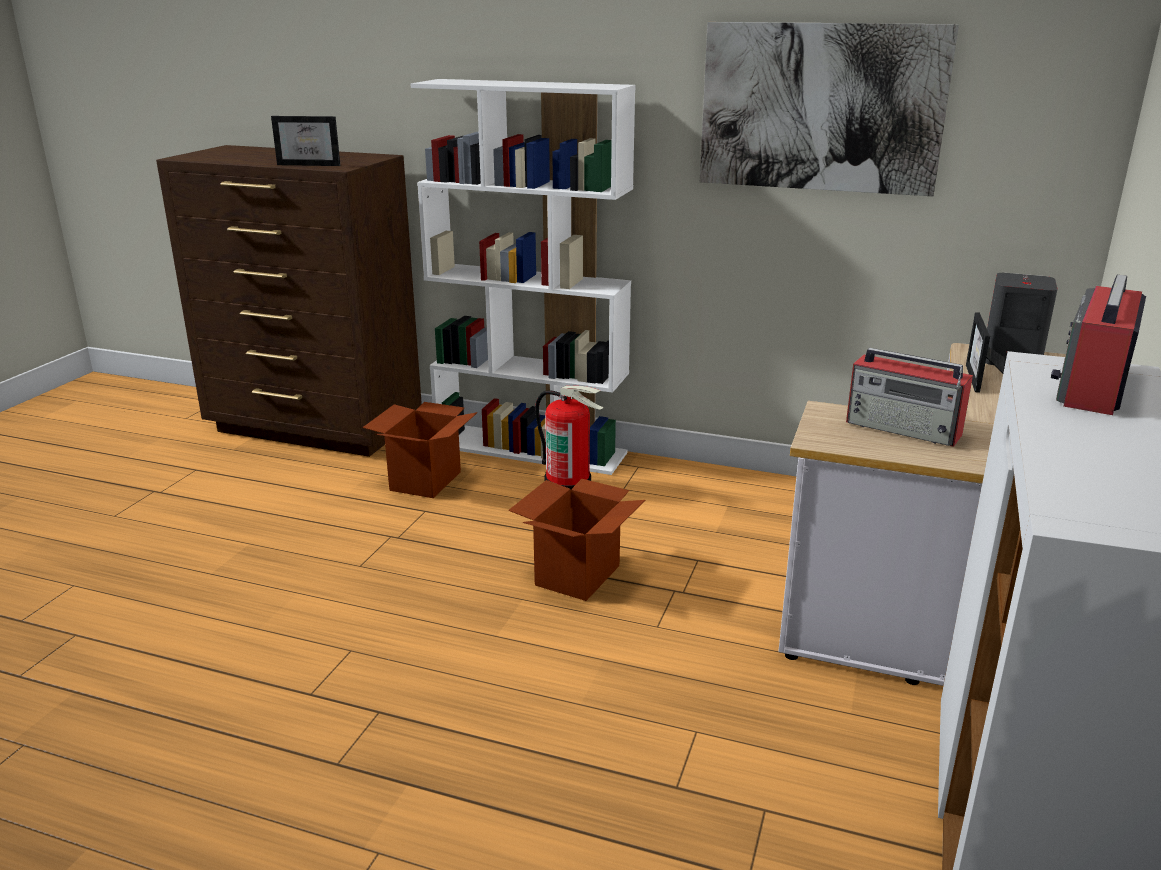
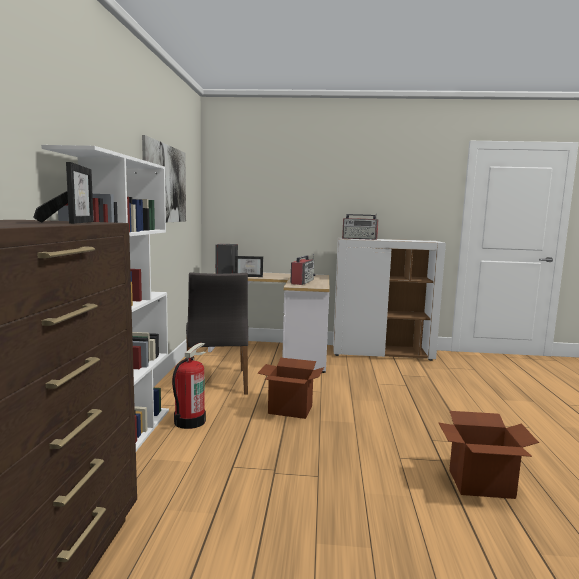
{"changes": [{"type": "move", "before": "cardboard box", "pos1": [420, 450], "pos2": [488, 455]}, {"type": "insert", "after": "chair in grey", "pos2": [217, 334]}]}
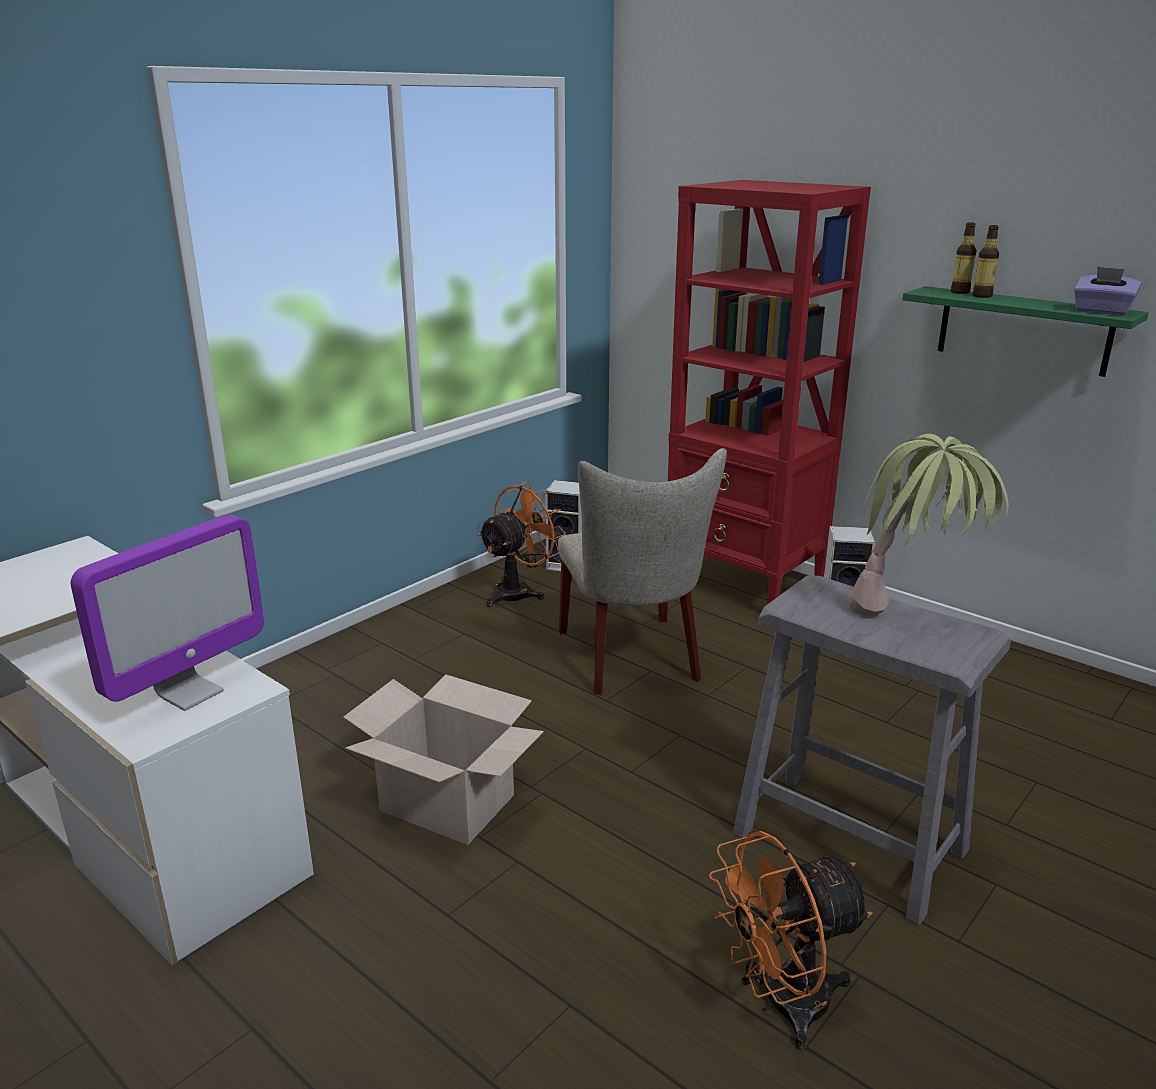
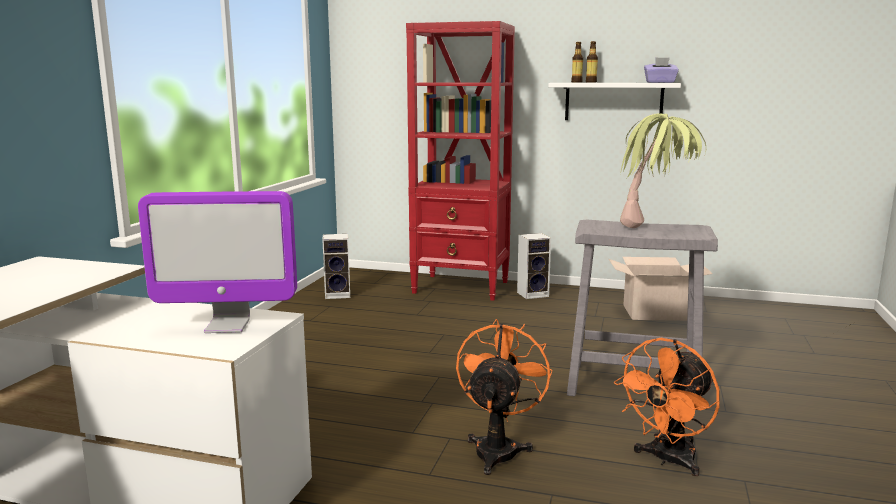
{"changes": [{"type": "rotate", "before": "monitor", "pos1": [167, 612], "pos2": [217, 262], "turn": 75}, {"type": "move", "before": "cardboard box", "pos1": [443, 759], "pos2": [661, 289]}, {"type": "move", "before": "fan in orange", "pos1": [522, 544], "pos2": [504, 397]}, {"type": "delete", "before": "chair in beige", "pos1": [642, 571]}, {"type": "recolor", "before": "shelf in green", "after": "shelf in white", "pos1": [1025, 331], "pos2": [614, 101]}]}
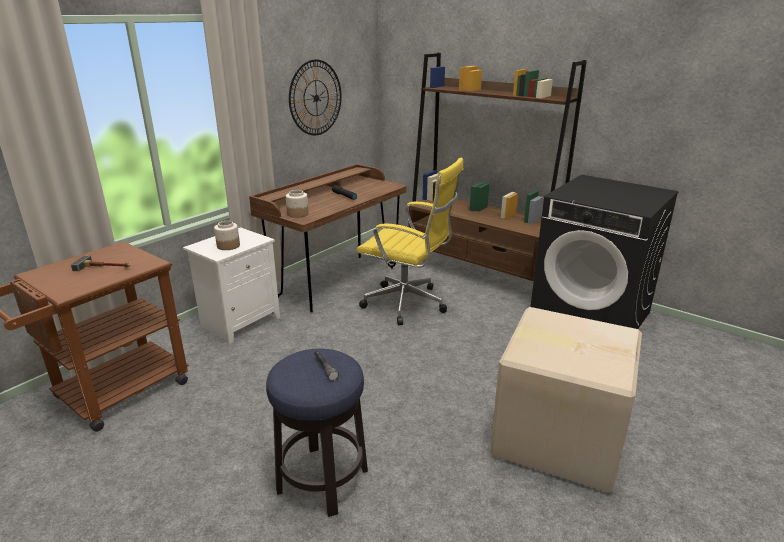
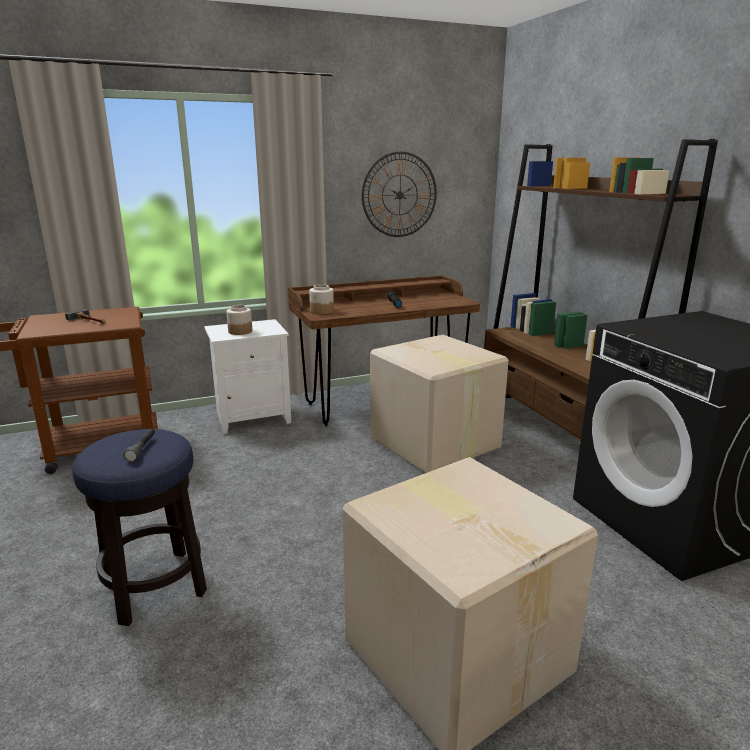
{"changes": [{"type": "replace", "before": "office chair in yellow", "after": "cardboard box", "pos1": [410, 242], "pos2": [439, 403]}]}
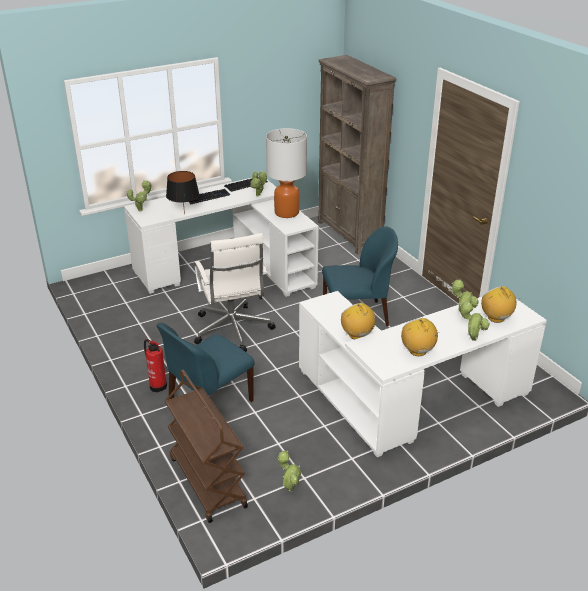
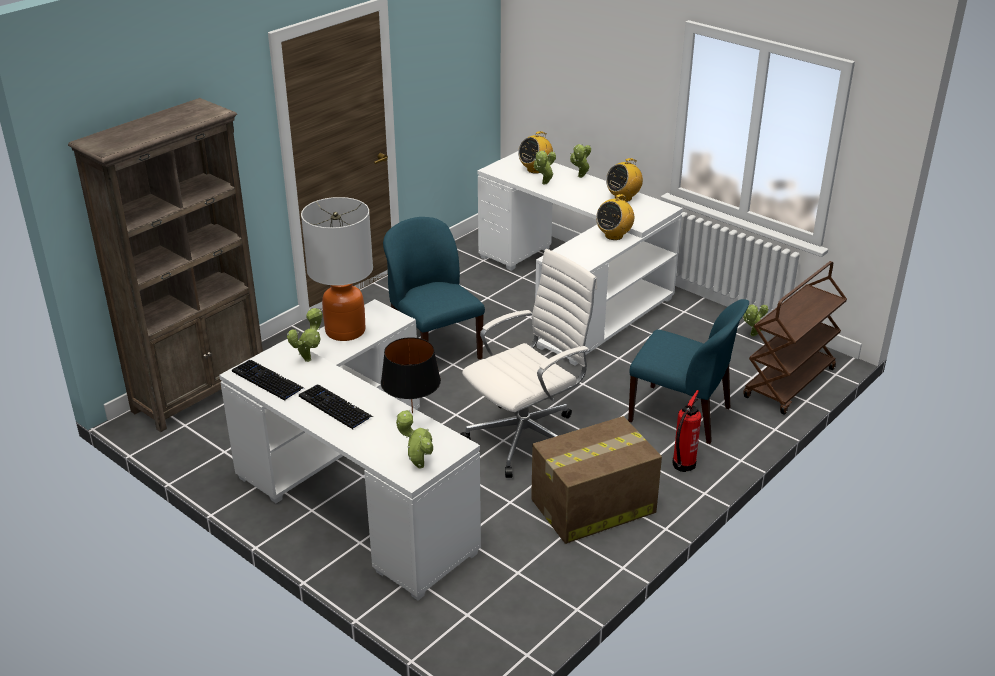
{"changes": [{"type": "insert", "after": "cardboard box", "pos2": [596, 480]}]}
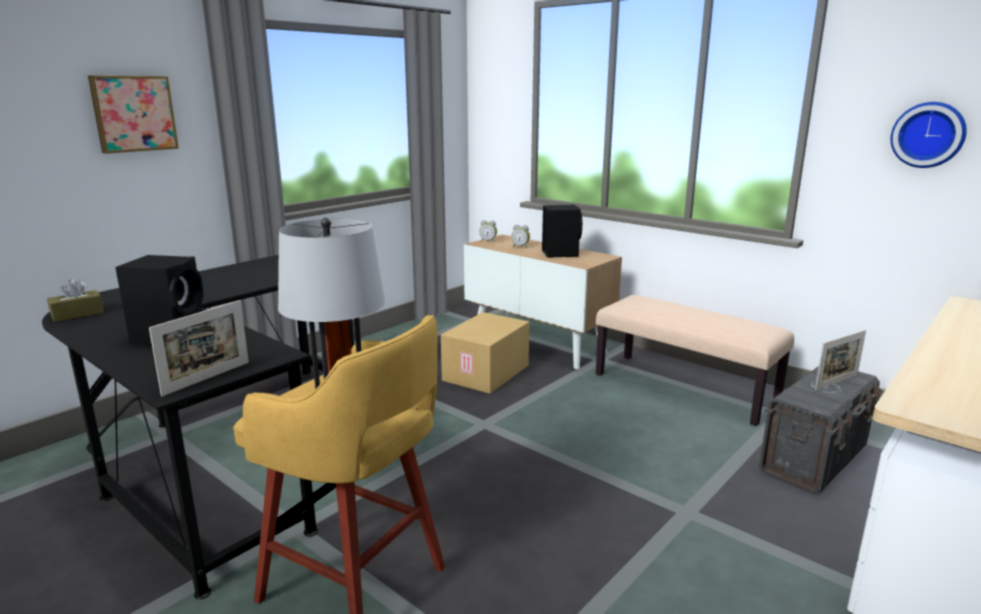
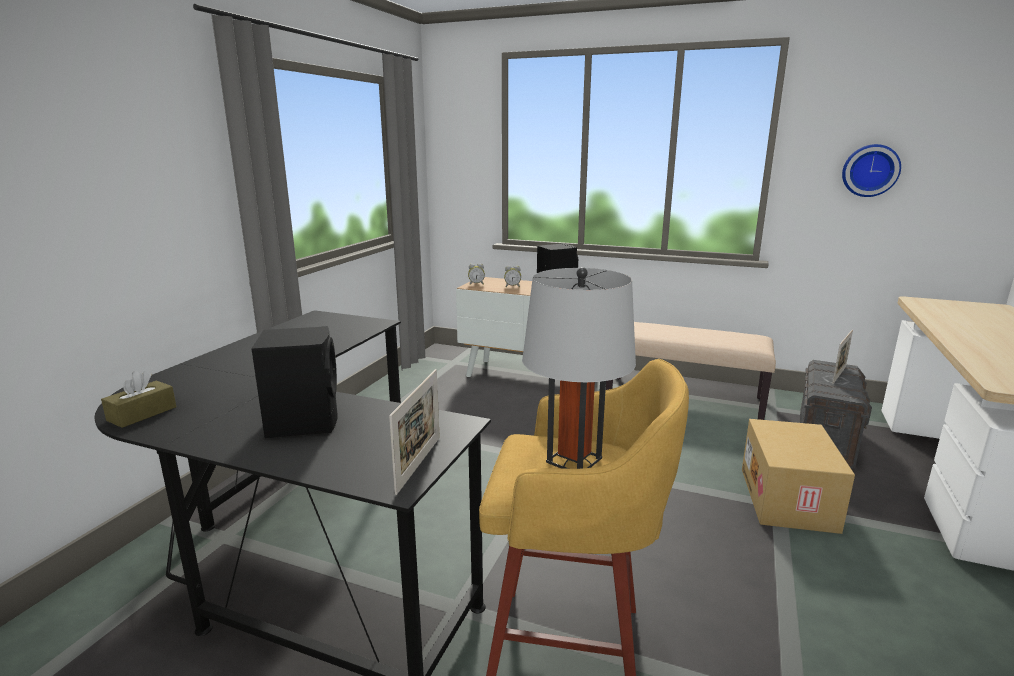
{"changes": [{"type": "delete", "before": "picture", "pos1": [133, 115]}, {"type": "move", "before": "cardboard box", "pos1": [485, 353], "pos2": [798, 476]}]}
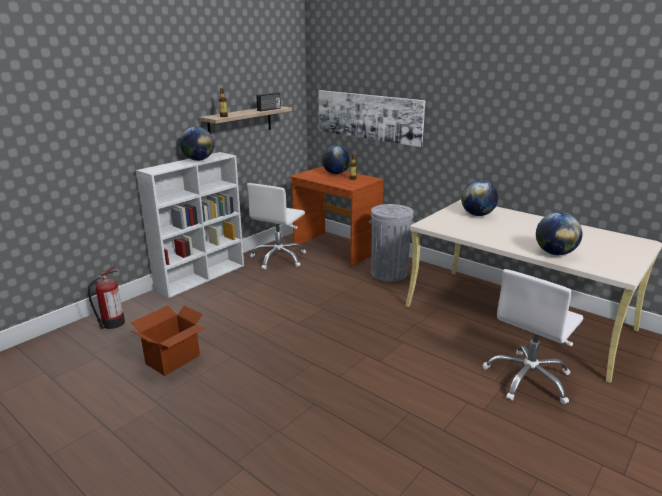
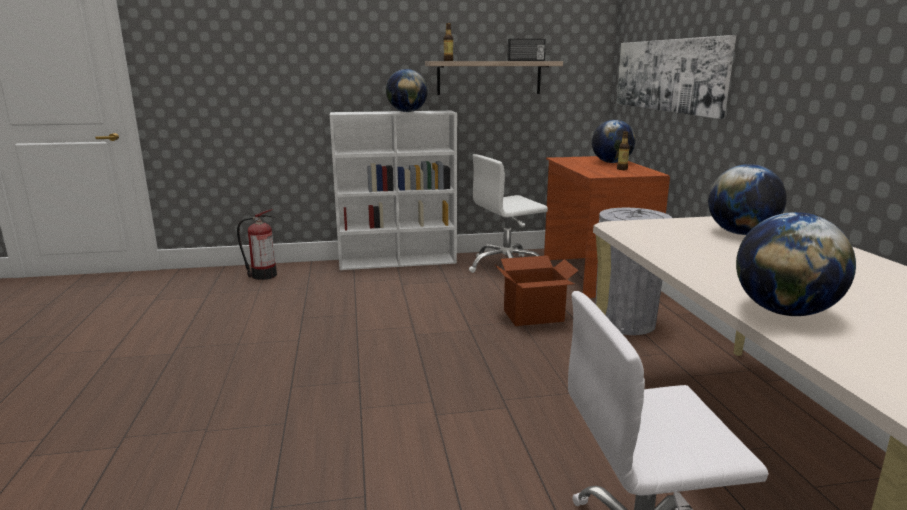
{"changes": [{"type": "move", "before": "cardboard box", "pos1": [168, 340], "pos2": [536, 291]}]}
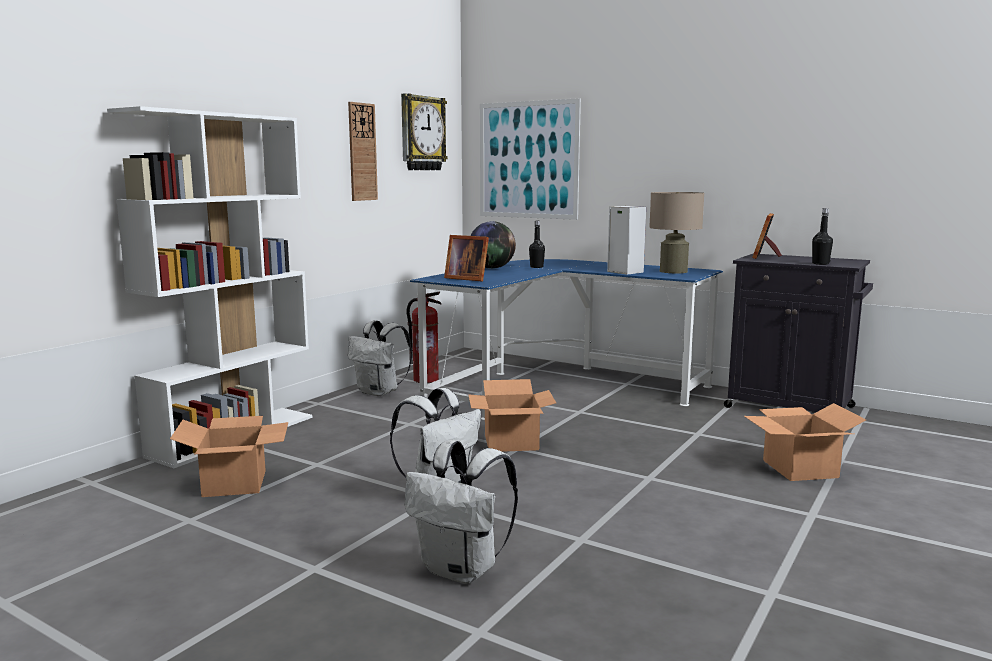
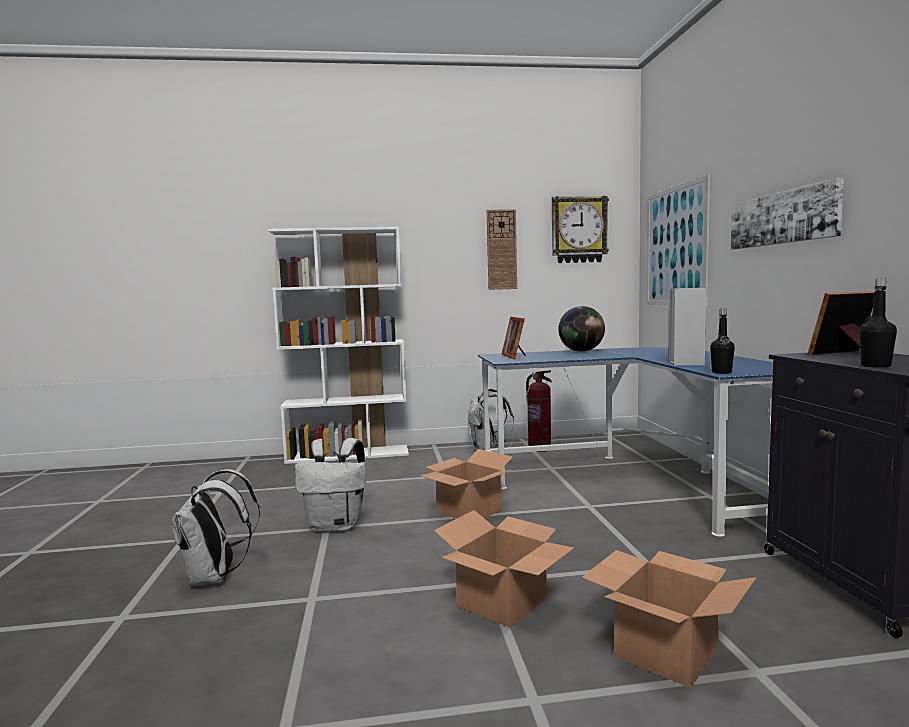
{"changes": [{"type": "move", "before": "cardboard box", "pos1": [229, 456], "pos2": [504, 569]}, {"type": "move", "before": "bottle in black", "pos1": [537, 244], "pos2": [722, 341]}, {"type": "delete", "before": "table lamp in beige", "pos1": [676, 232]}, {"type": "insert", "after": "picture", "pos2": [787, 213]}]}
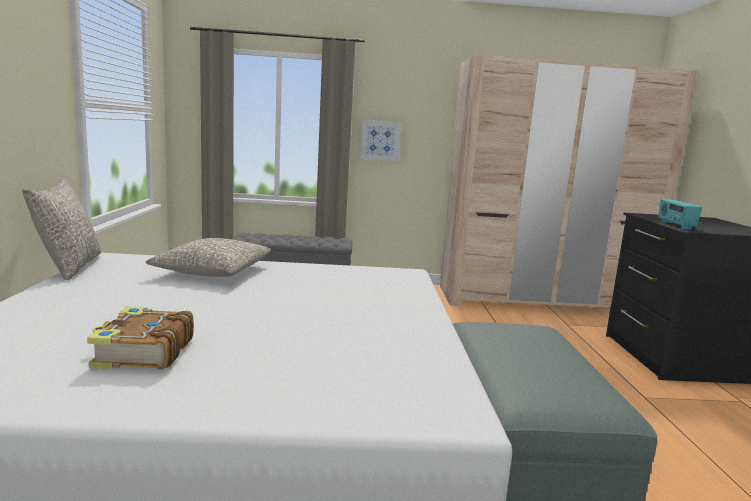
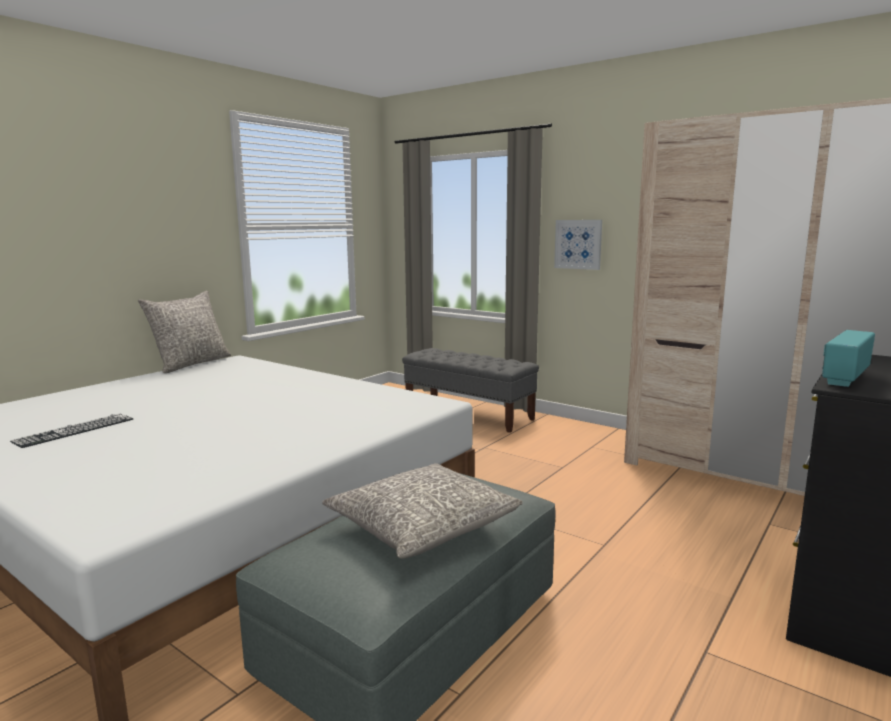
{"changes": [{"type": "replace", "before": "book", "after": "keyboard", "pos1": [140, 338], "pos2": [71, 431]}, {"type": "move", "before": "pillow in grey", "pos1": [208, 257], "pos2": [422, 511]}]}
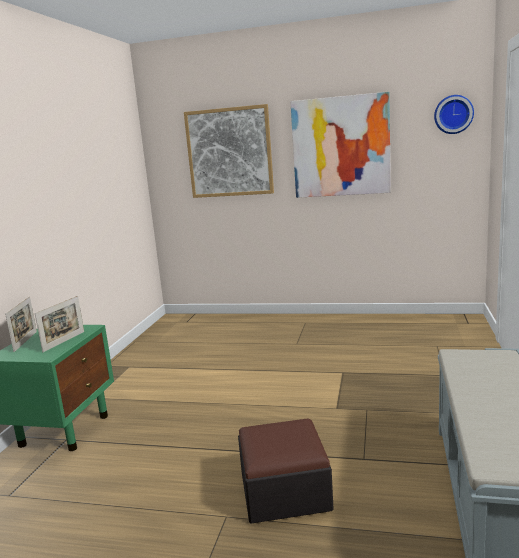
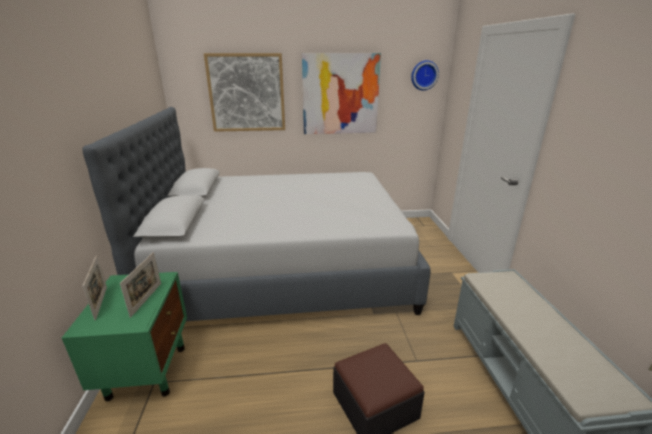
{"changes": [{"type": "insert", "after": "bed in grey", "pos2": [256, 214]}]}
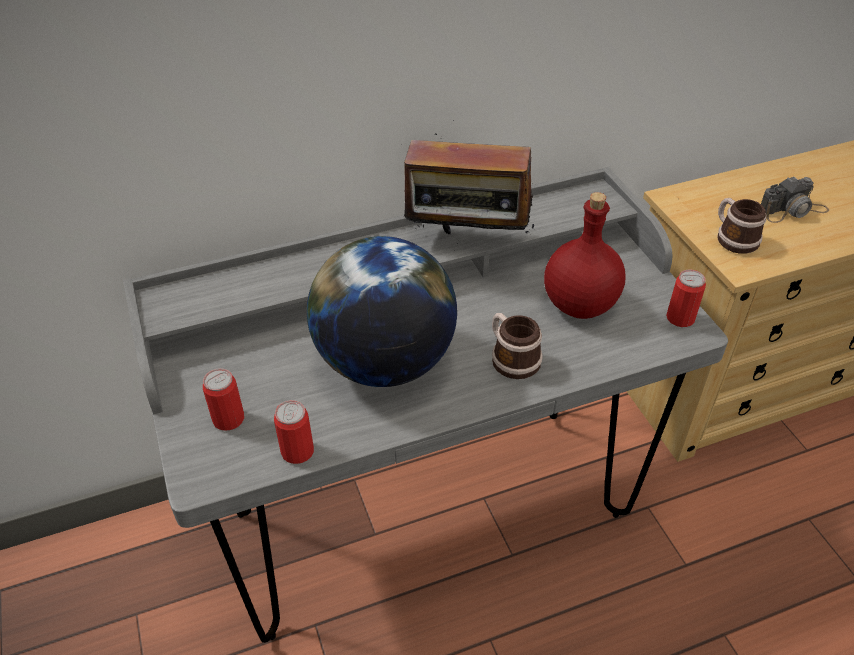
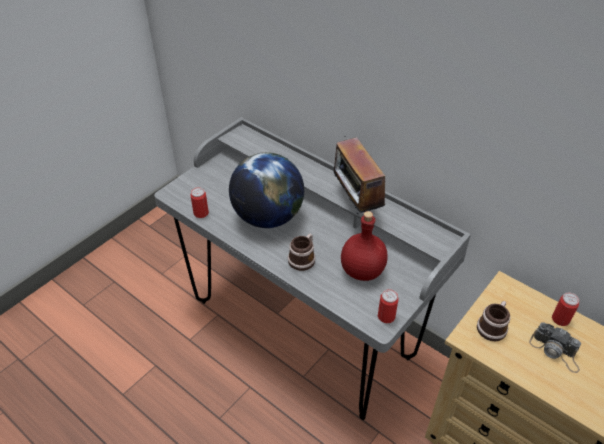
{"changes": [{"type": "move", "before": "can", "pos1": [223, 399], "pos2": [565, 309]}]}
